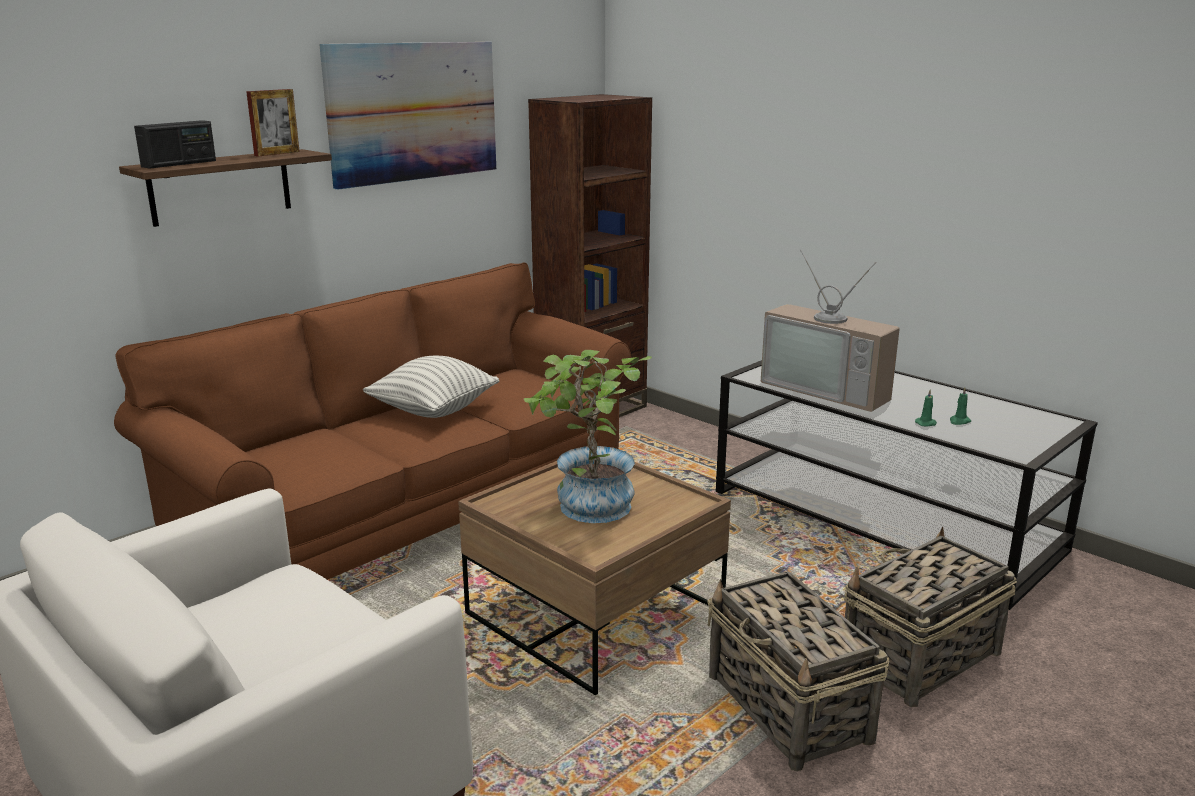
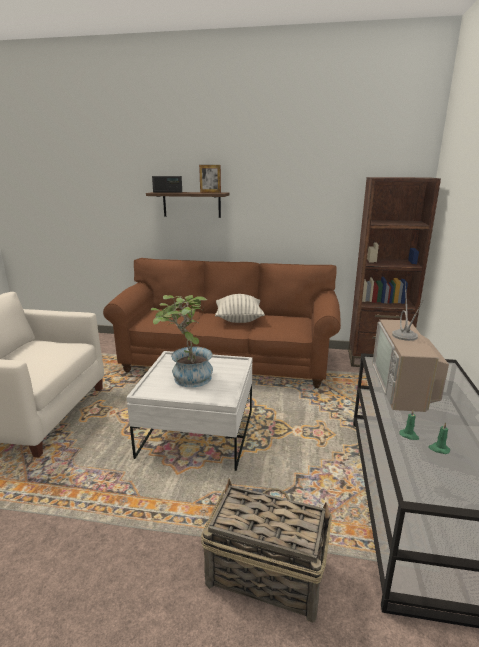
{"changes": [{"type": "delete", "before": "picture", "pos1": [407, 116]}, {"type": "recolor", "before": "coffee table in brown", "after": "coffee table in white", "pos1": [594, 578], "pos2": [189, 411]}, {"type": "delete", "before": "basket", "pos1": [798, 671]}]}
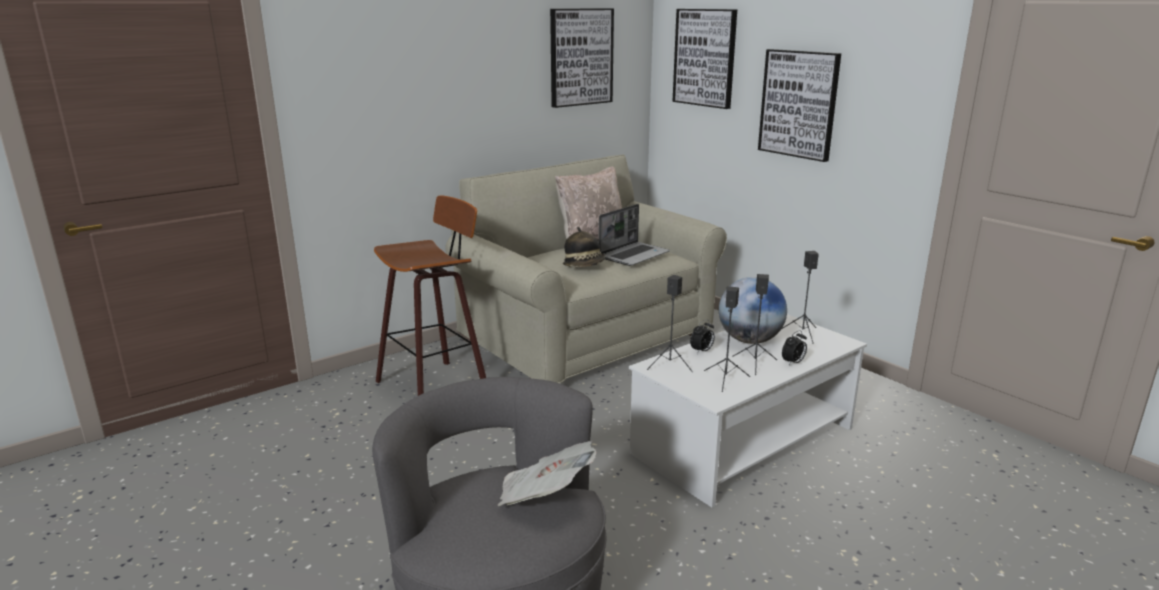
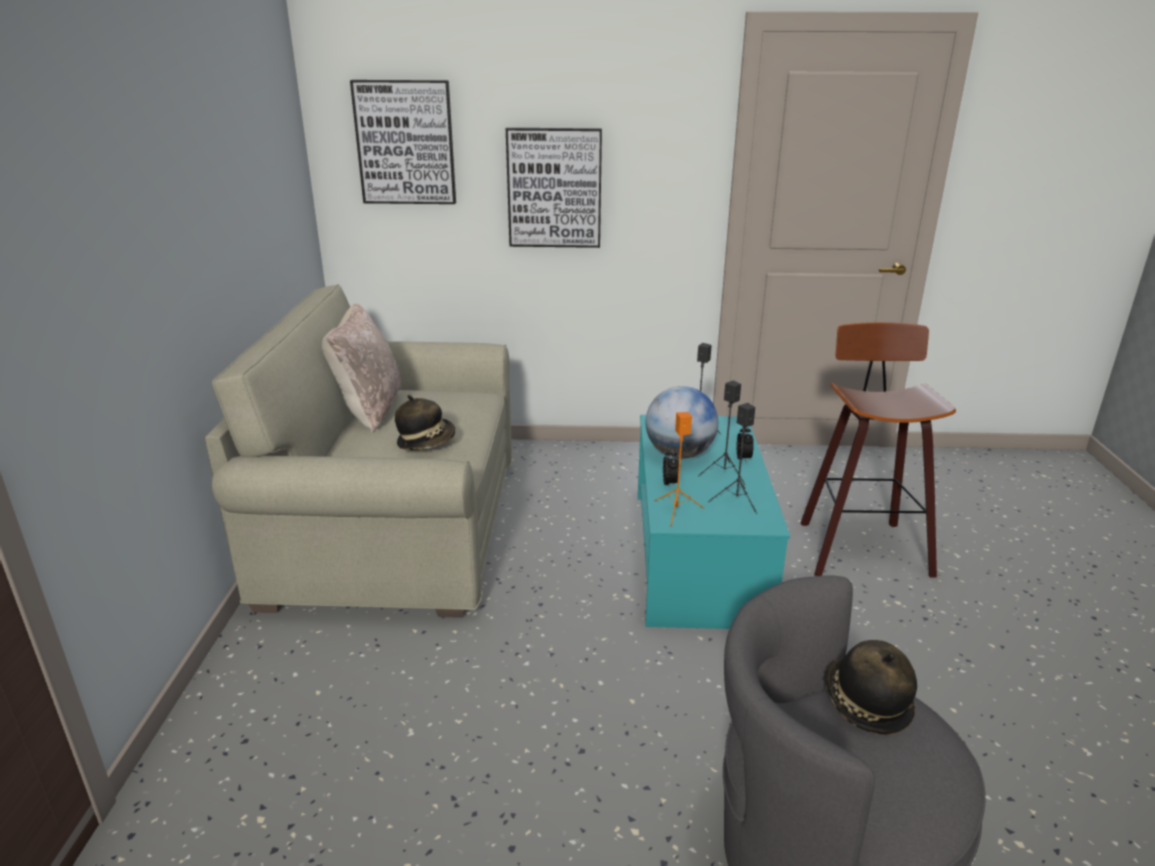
{"changes": [{"type": "move", "before": "stool", "pos1": [430, 295], "pos2": [878, 449]}, {"type": "replace", "before": "newspaper", "after": "hat", "pos1": [547, 473], "pos2": [871, 687]}, {"type": "delete", "before": "picture", "pos1": [582, 58]}, {"type": "delete", "before": "laptop", "pos1": [634, 235]}, {"type": "recolor", "before": "coffee table in white", "after": "coffee table in turquoise", "pos1": [748, 411], "pos2": [714, 522]}, {"type": "recolor", "before": "speaker in black", "after": "speaker in orange", "pos1": [670, 323], "pos2": [679, 469]}]}
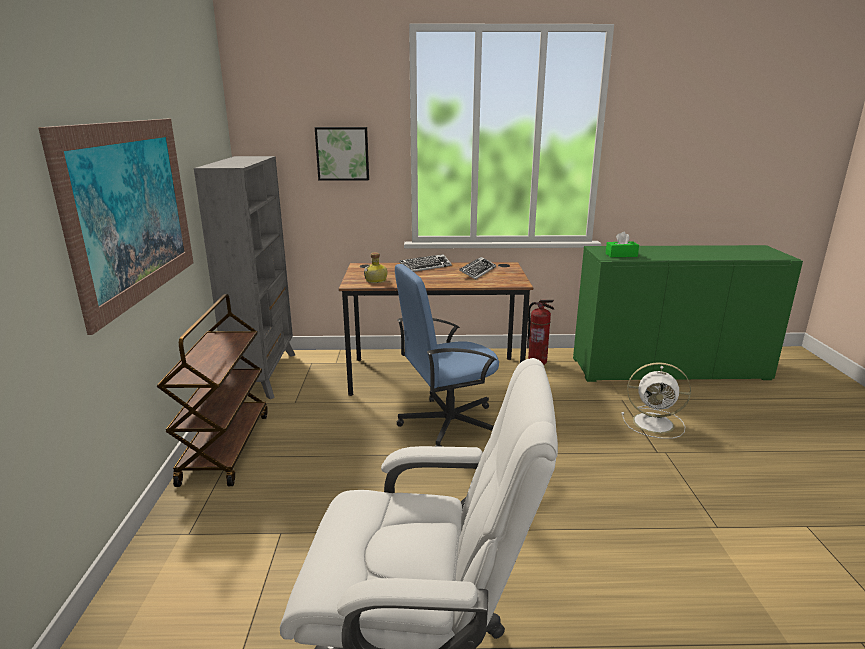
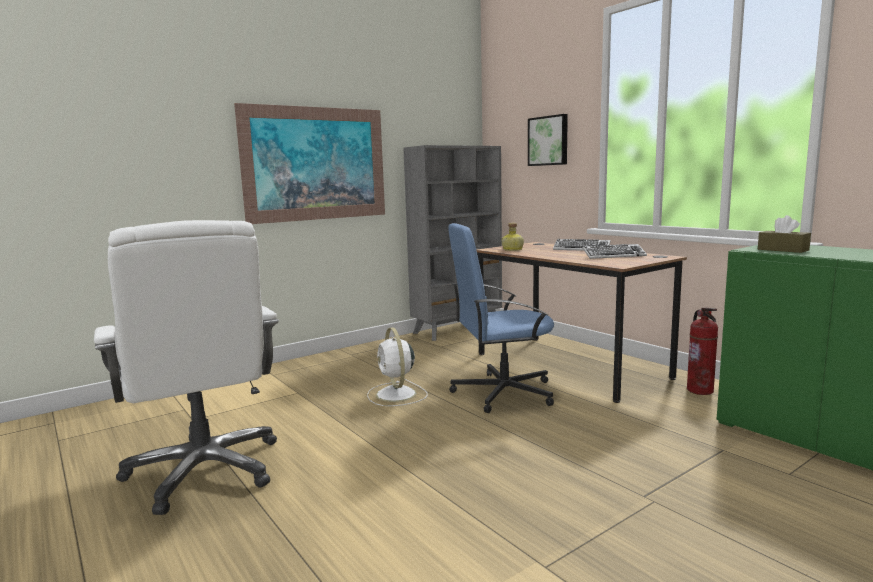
{"changes": [{"type": "delete", "before": "cart in brown", "pos1": [212, 390]}, {"type": "rotate", "before": "office chair in blue", "pos1": [447, 355], "pos2": [501, 318], "turn": -45}, {"type": "recolor", "before": "tissue box in green", "after": "tissue box in brown", "pos1": [622, 244], "pos2": [784, 234]}, {"type": "move", "before": "fan in white", "pos1": [656, 400], "pos2": [397, 366]}]}
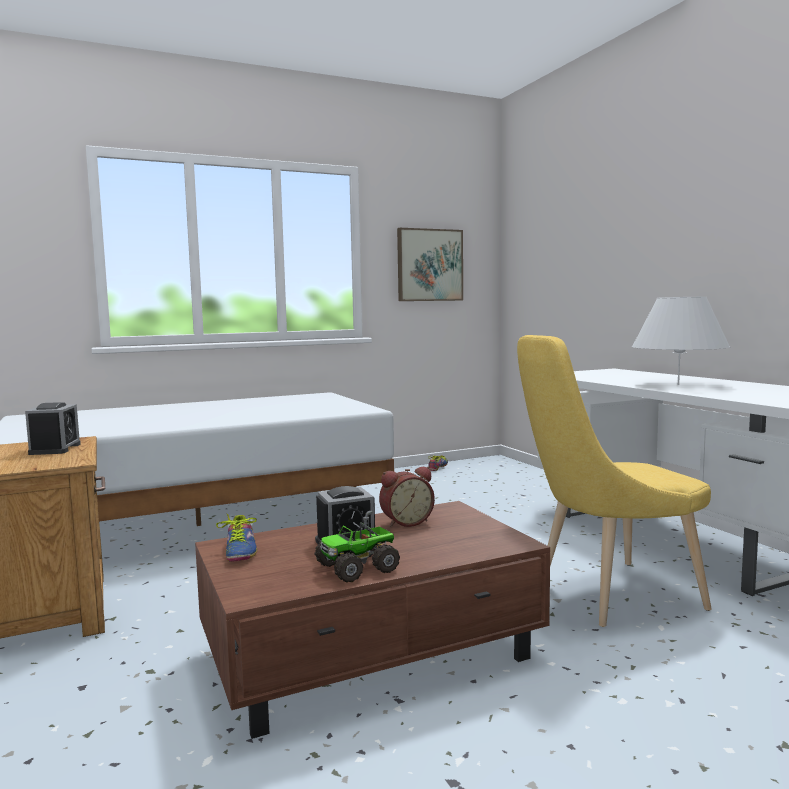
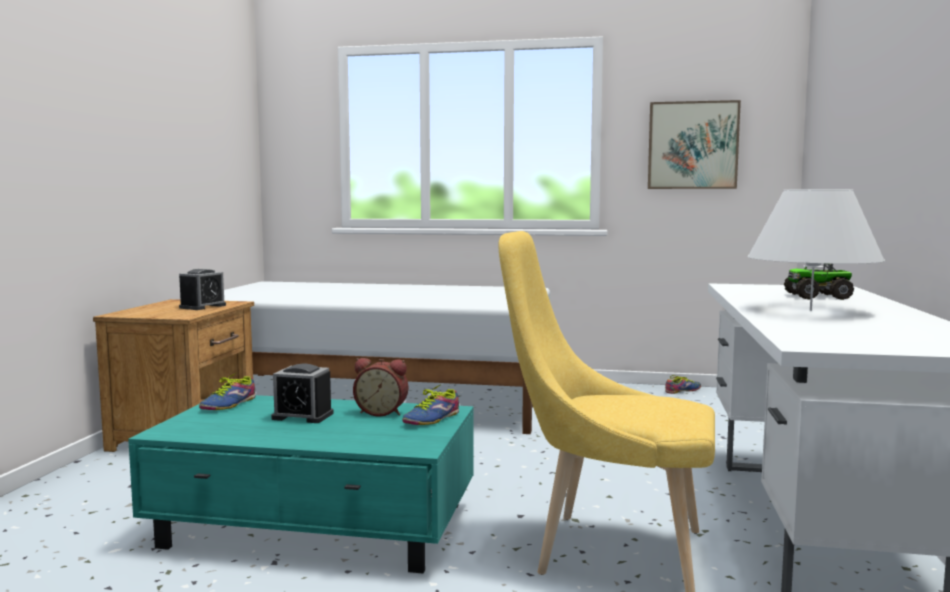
{"changes": [{"type": "recolor", "before": "coffee table in brown", "after": "coffee table in turquoise", "pos1": [372, 620], "pos2": [300, 484]}, {"type": "move", "before": "toy truck", "pos1": [357, 547], "pos2": [819, 282]}, {"type": "insert", "after": "shoe", "pos2": [430, 404]}]}
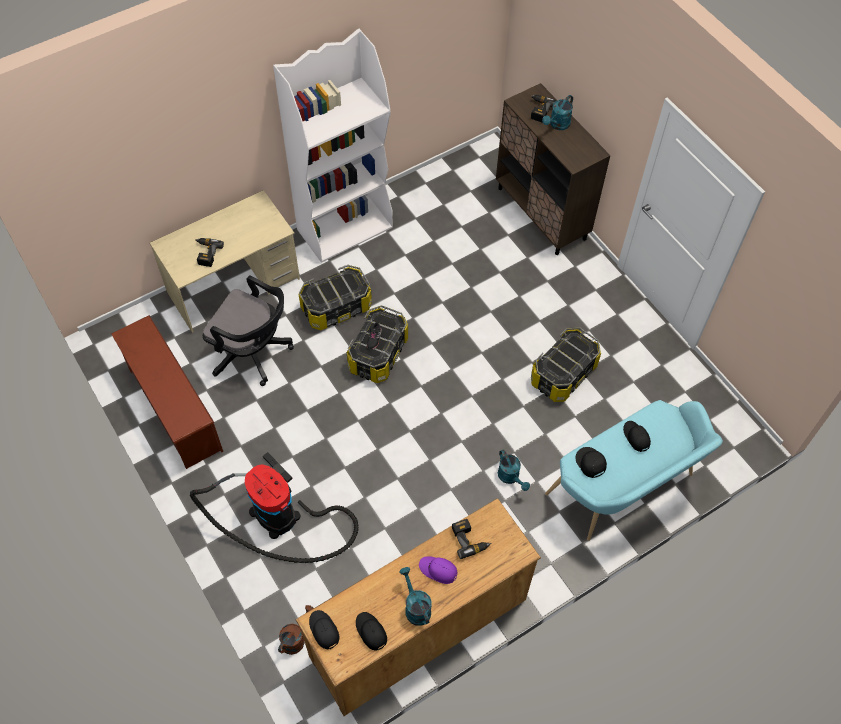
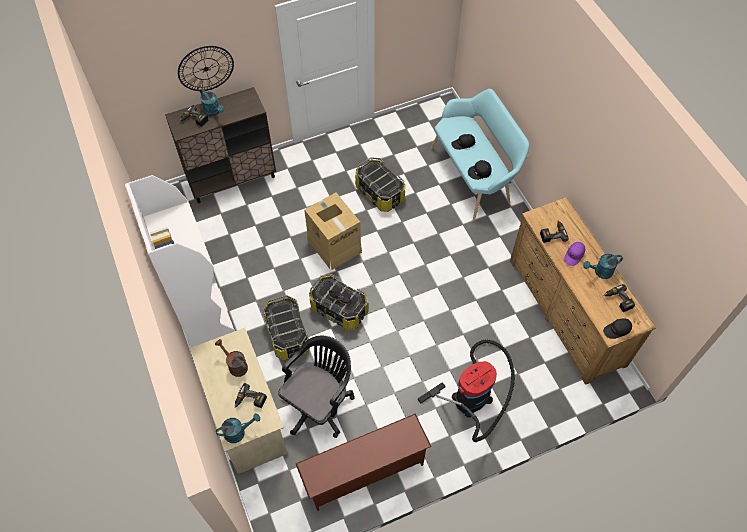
{"changes": [{"type": "move", "before": "watering can in brown", "pos1": [296, 630], "pos2": [231, 358]}, {"type": "replace", "before": "cap in black", "after": "power drill", "pos1": [371, 631], "pos2": [619, 298]}, {"type": "move", "before": "watering can in turquoise", "pos1": [514, 470], "pos2": [238, 428]}, {"type": "insert", "after": "wall clock", "pos2": [206, 68]}, {"type": "insert", "after": "cardboard box", "pos2": [333, 231]}]}
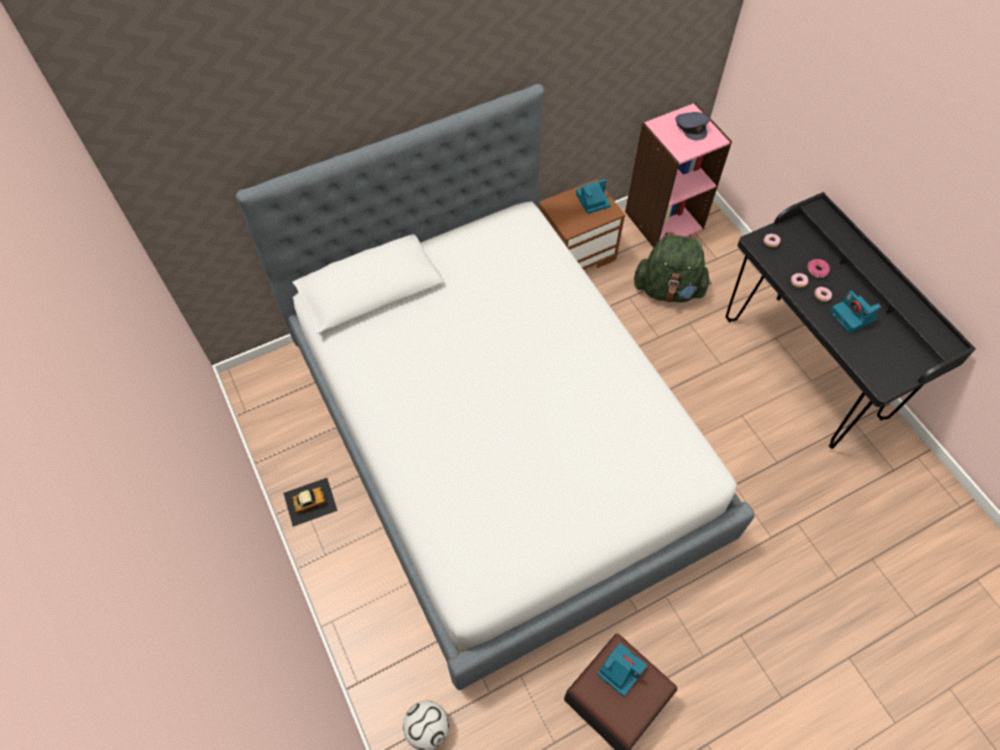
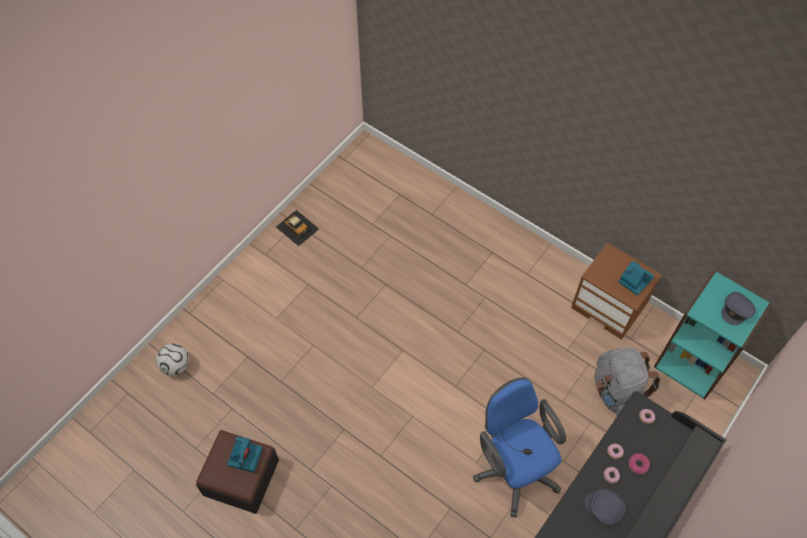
{"changes": [{"type": "delete", "before": "bed", "pos1": [495, 387]}, {"type": "recolor", "before": "bookcase in pink", "after": "bookcase in turquoise", "pos1": [678, 175], "pos2": [713, 334]}, {"type": "recolor", "before": "backpack in green", "after": "backpack in grey", "pos1": [672, 267], "pos2": [627, 381]}, {"type": "replace", "before": "photo camera", "after": "cap in grey", "pos1": [855, 311], "pos2": [605, 507]}, {"type": "insert", "after": "office chair in blue", "pos2": [519, 447]}]}
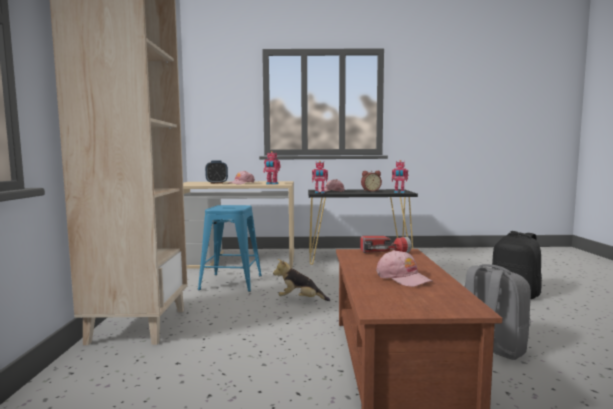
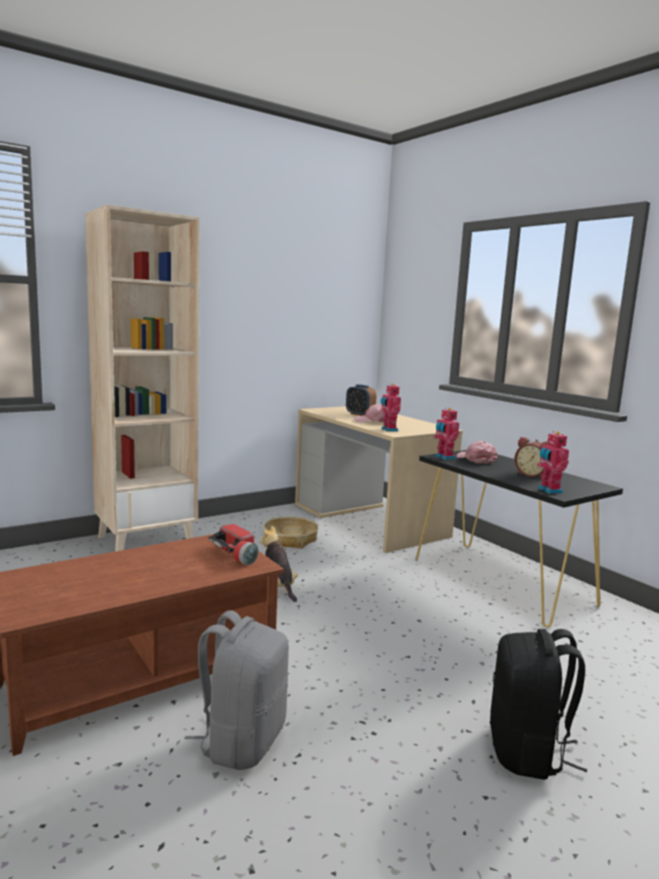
{"changes": [{"type": "replace", "before": "stool in blue", "after": "basket", "pos1": [230, 248], "pos2": [291, 533]}, {"type": "delete", "before": "cap in pink", "pos1": [404, 268]}]}
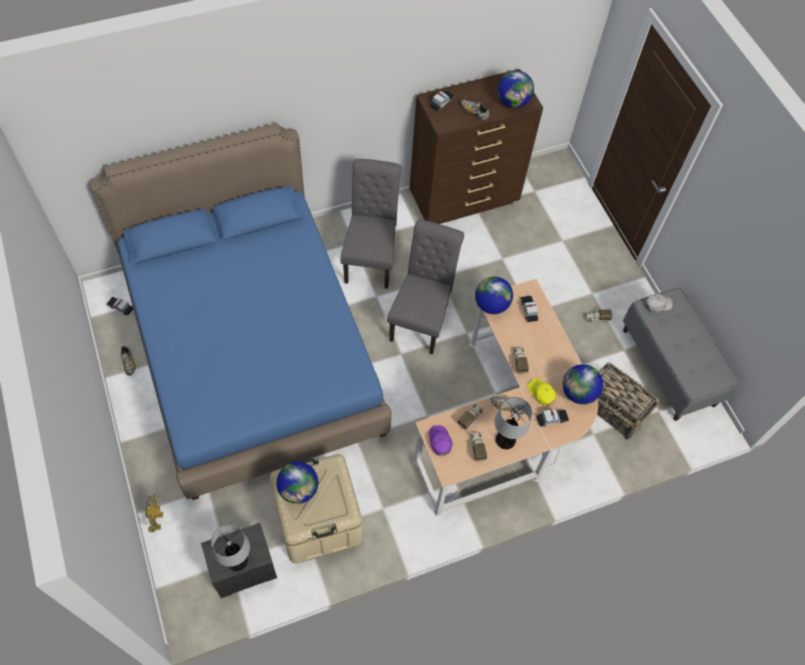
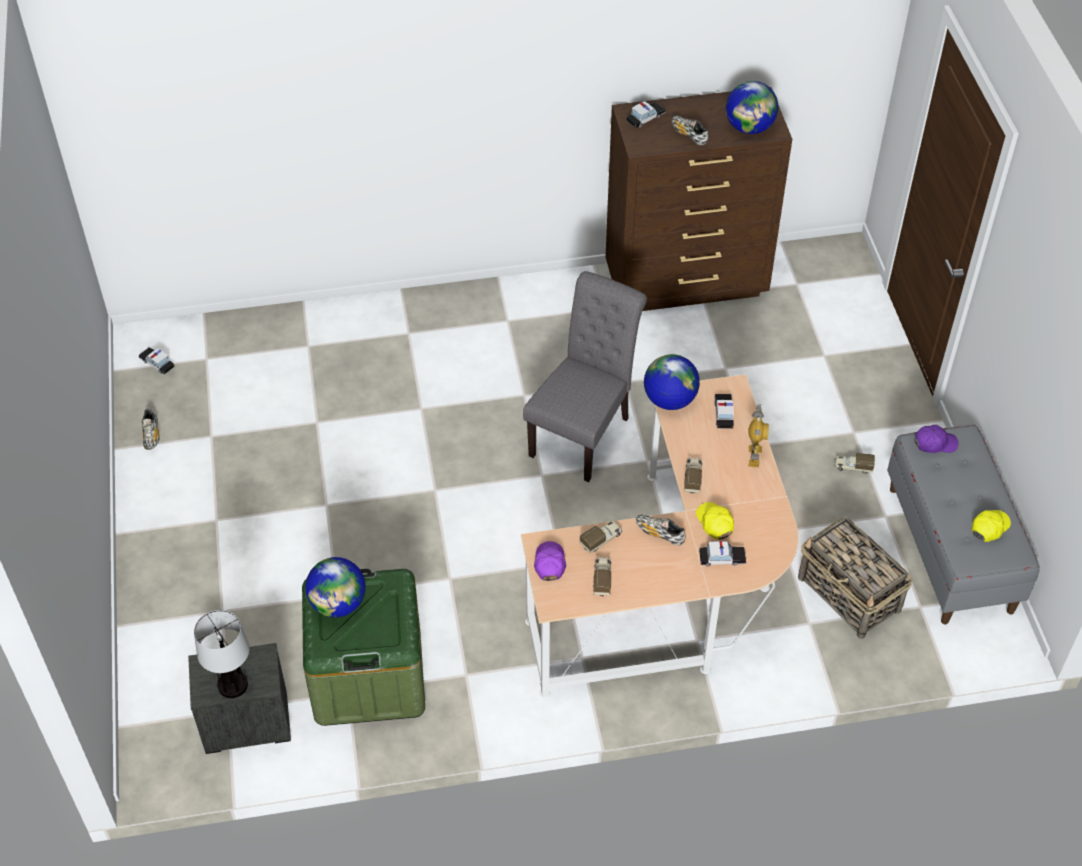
{"changes": [{"type": "delete", "before": "bed in blue", "pos1": [241, 311]}, {"type": "move", "before": "toy robot", "pos1": [154, 513], "pos2": [758, 435]}, {"type": "recolor", "before": "storage box in beige", "after": "storage box in green", "pos1": [316, 508], "pos2": [363, 647]}, {"type": "delete", "before": "chair in grey", "pos1": [370, 224]}, {"type": "delete", "before": "table lamp", "pos1": [513, 423]}, {"type": "delete", "before": "globe", "pos1": [583, 384]}, {"type": "recolor", "before": "cap in white", "after": "cap in purple", "pos1": [659, 302], "pos2": [937, 439]}, {"type": "insert", "after": "cap in yellow", "pos2": [991, 526]}]}
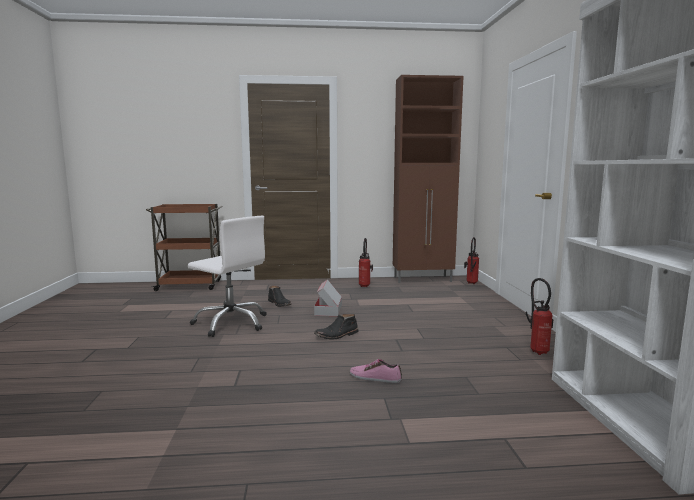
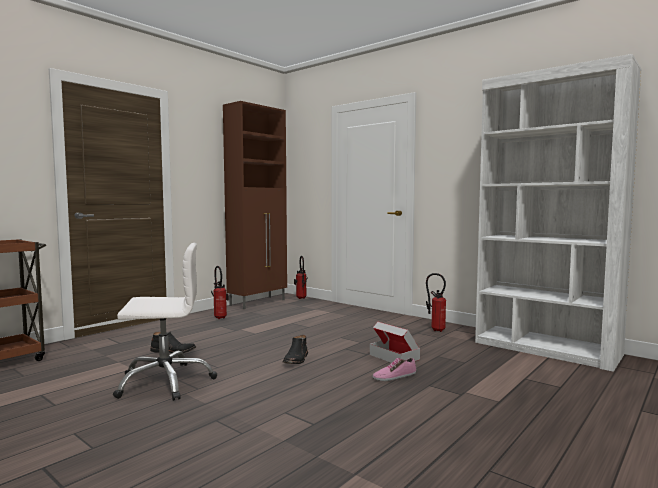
{"changes": [{"type": "move", "before": "cardboard box", "pos1": [328, 298], "pos2": [395, 342]}]}
